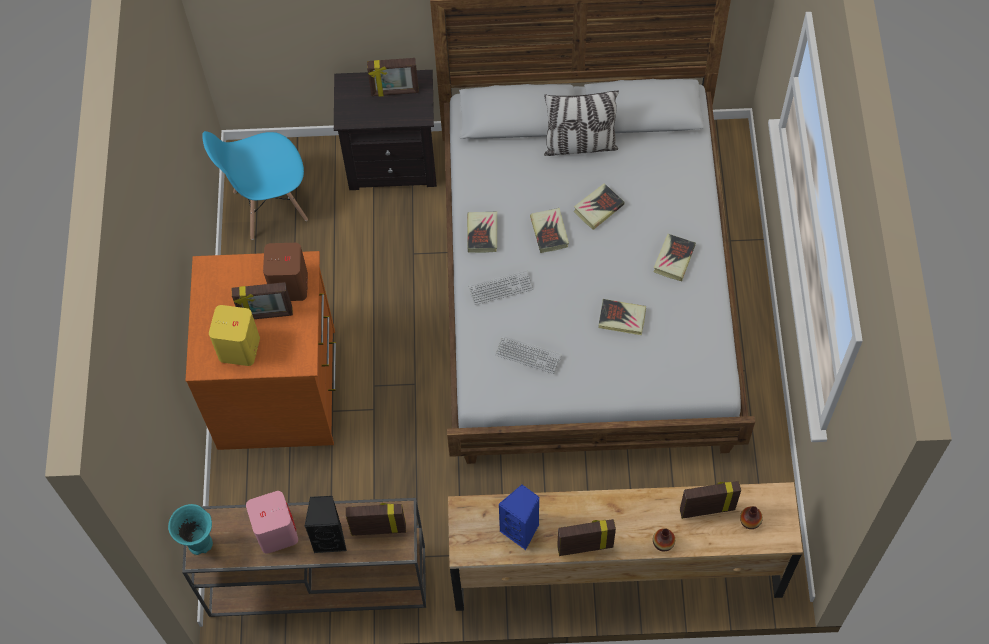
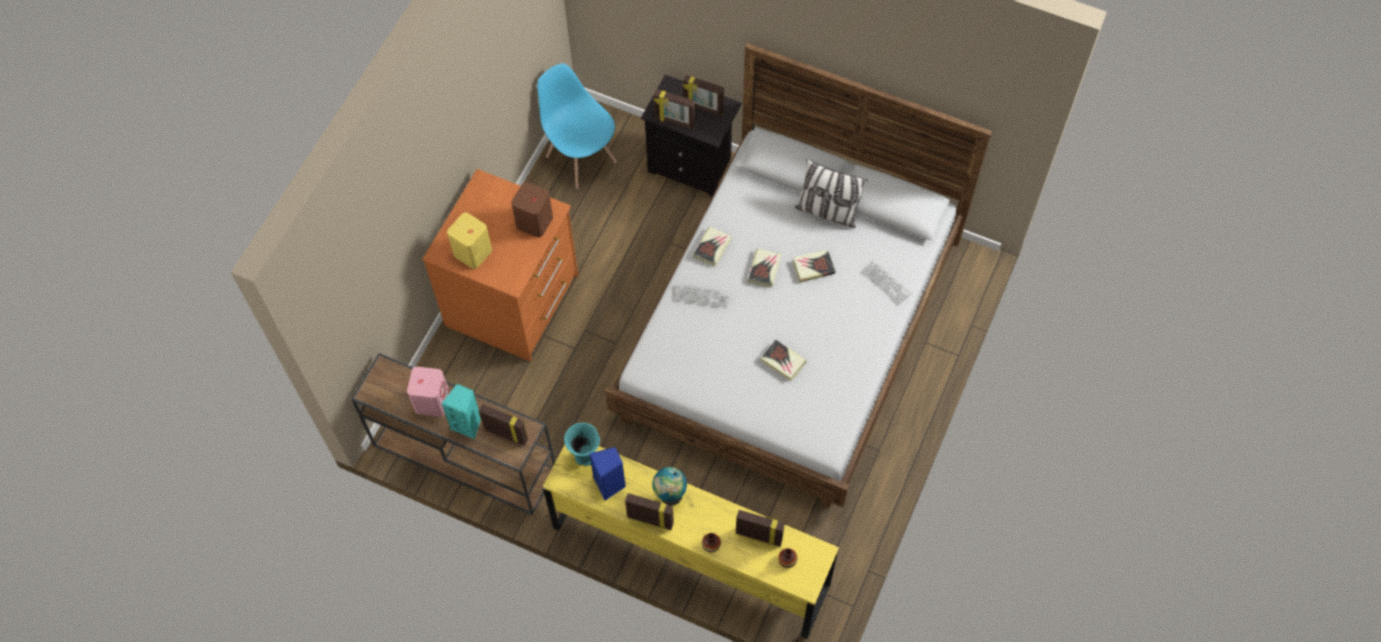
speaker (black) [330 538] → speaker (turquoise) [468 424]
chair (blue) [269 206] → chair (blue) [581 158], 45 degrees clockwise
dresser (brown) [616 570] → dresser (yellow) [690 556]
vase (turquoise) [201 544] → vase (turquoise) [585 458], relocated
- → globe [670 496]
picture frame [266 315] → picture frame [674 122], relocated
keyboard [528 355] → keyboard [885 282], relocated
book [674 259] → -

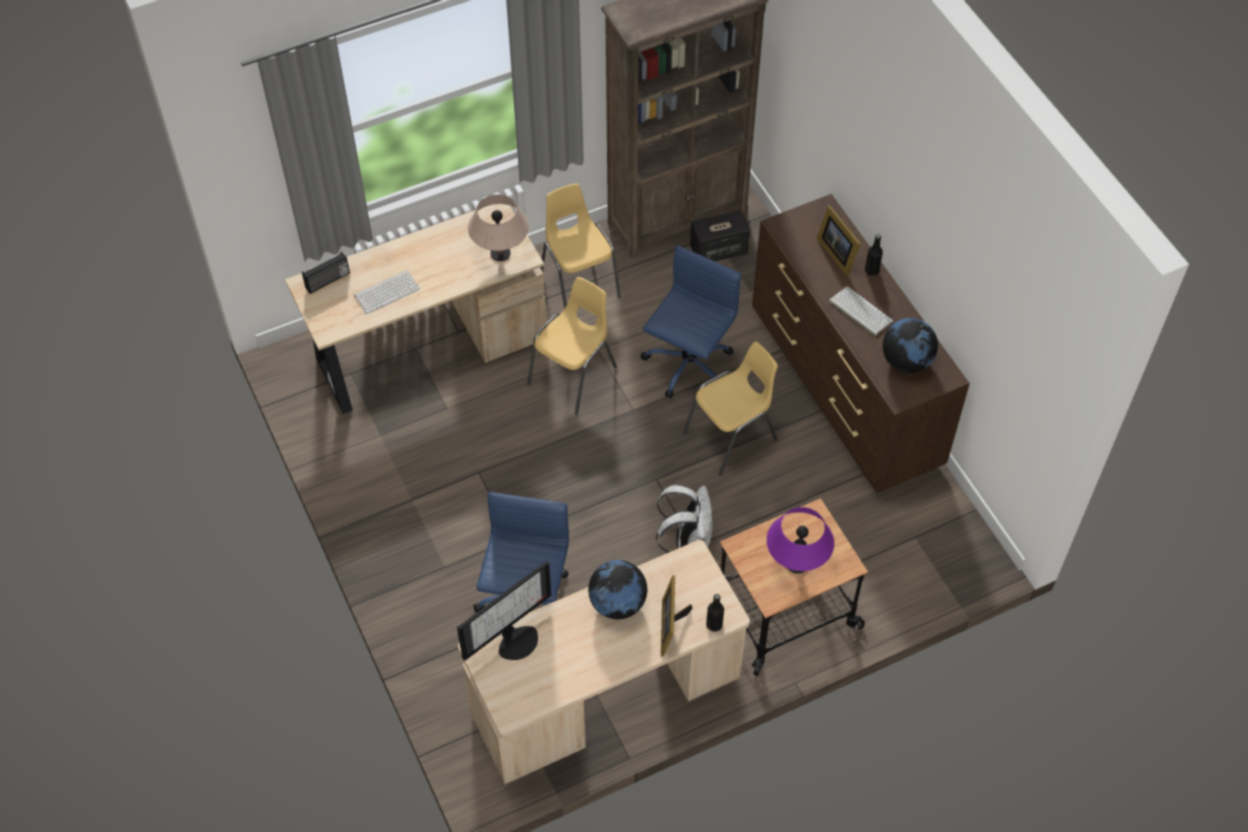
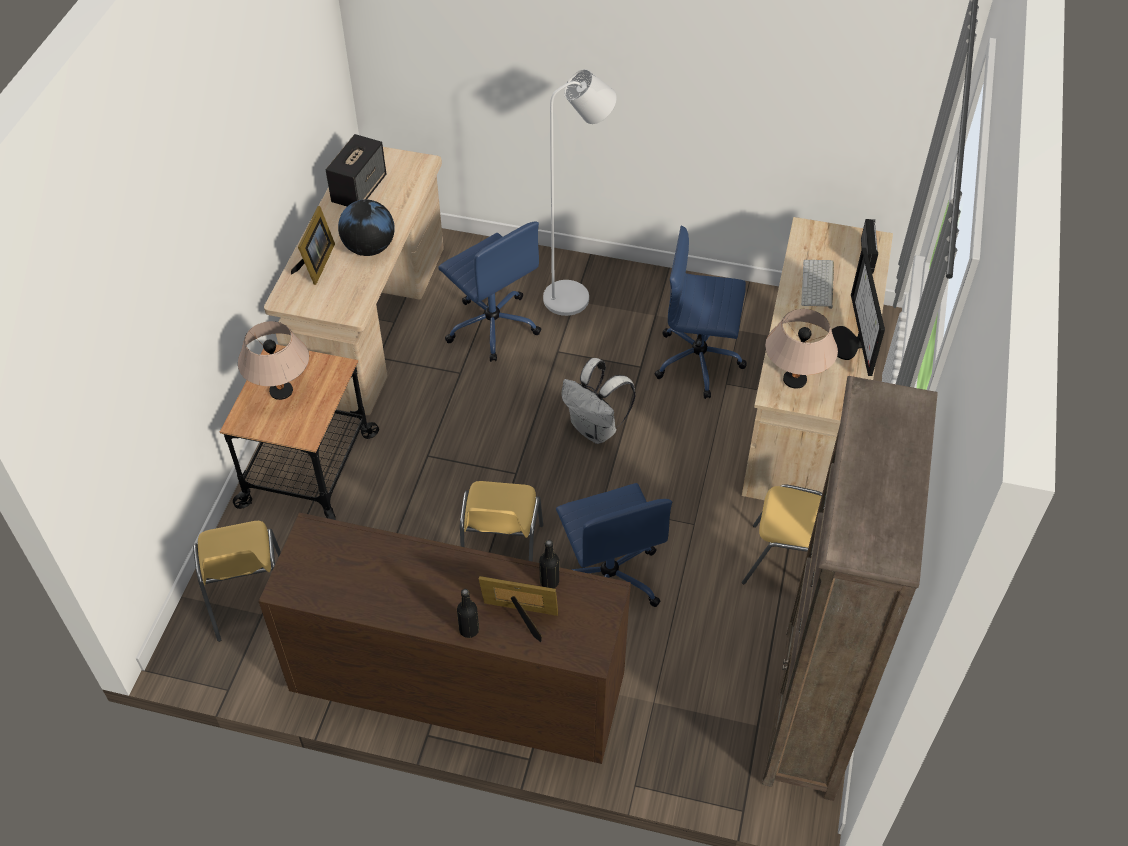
chair (yellow) [574 376] → chair (yellow) [249 599], relocated
table lamp (purple) [796 564] → table lamp (beige) [281 391]
picture frame [671 626] → picture frame [316 264], 60 degrees clockwise
speaker [718 250] → speaker [359 189], relocated
bottle (black) [714 624] → bottle (black) [549 581], relocated
- → floor lamp (white) [575 297]
backpack (white) [687 543] → backpack (white) [596 429], relocated
- → office chair (blue) [699 361]
monitor [516 639] → monitor [847 343], relocated
keyboard [859 311] → -
globe [906 361] → -

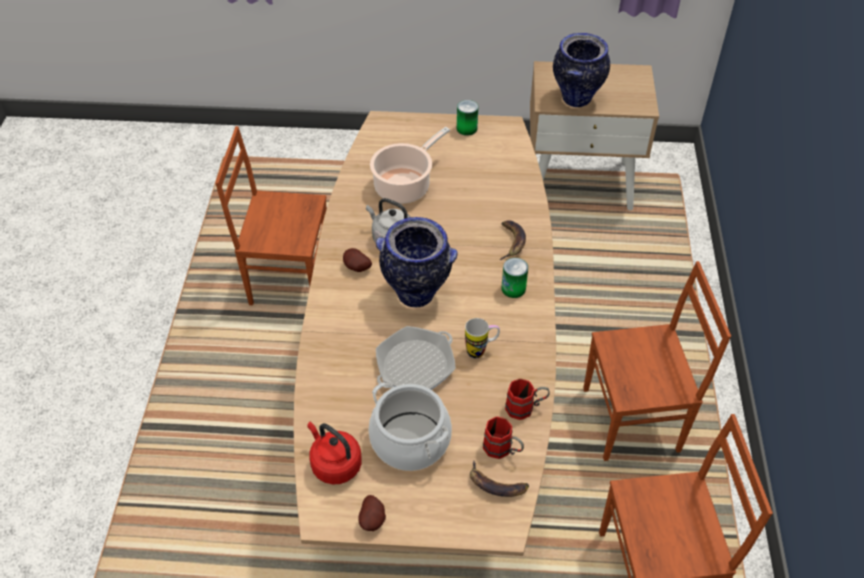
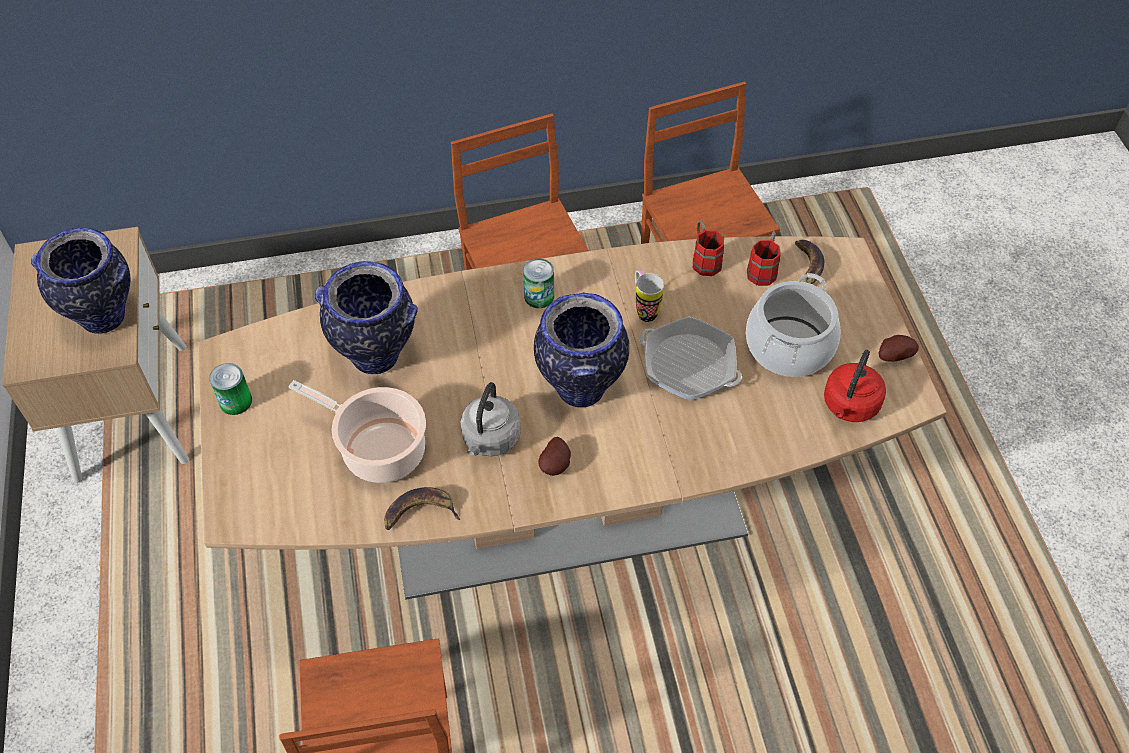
- → vase [377 357]
banana [511 242] → banana [420 511], relocated

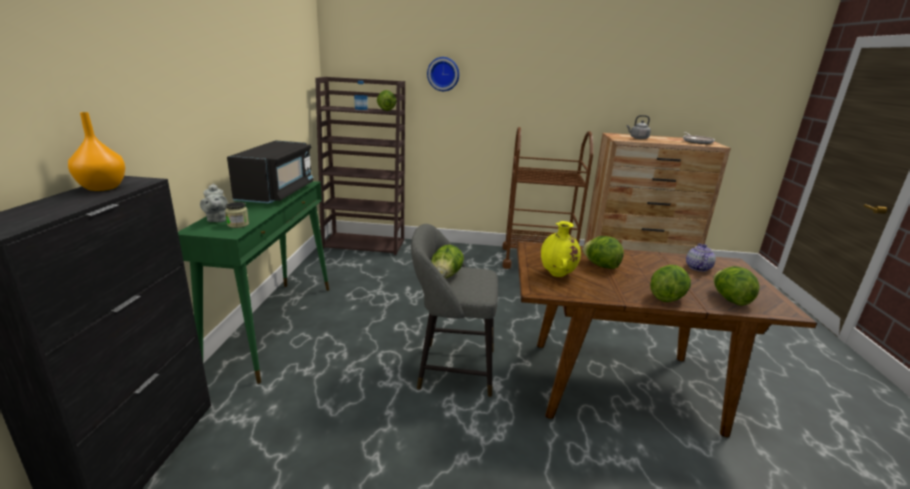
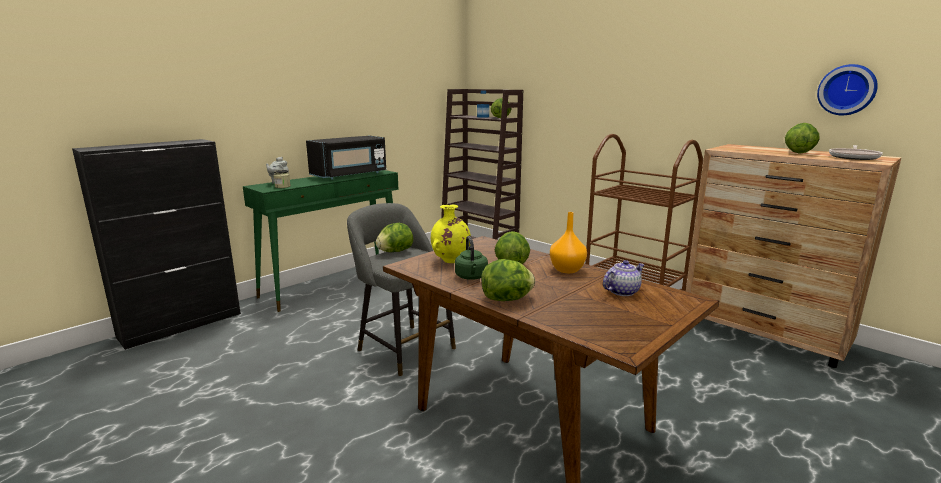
- → kettle (green) [471 277]
vase (orange) [101 188] → vase (orange) [566 270], relocated
lettuce [730 299] → lettuce [798 153], relocated
wall clock [443 74] → wall clock [847 90], relocated
kettle (grey) [638 138] → -

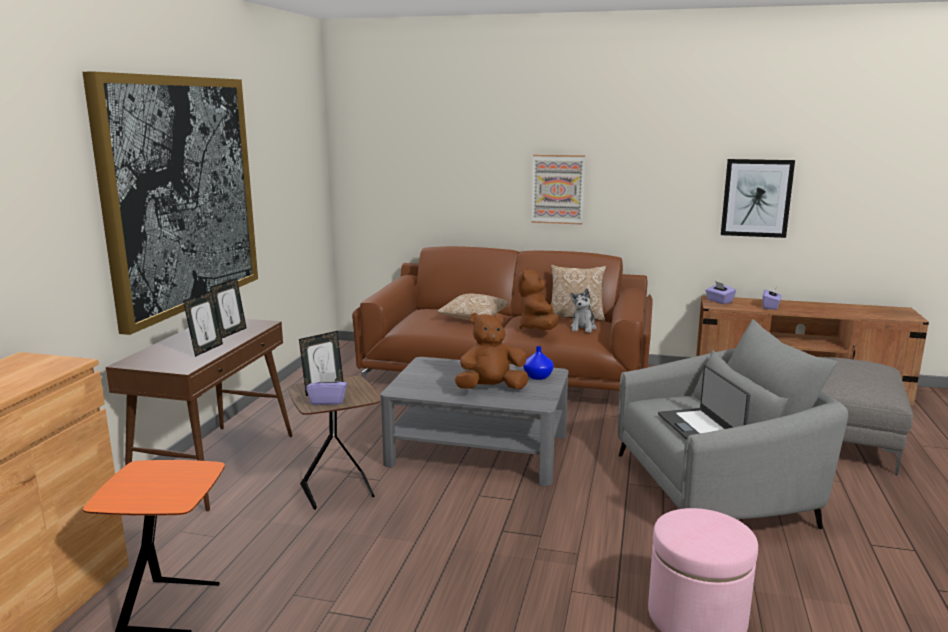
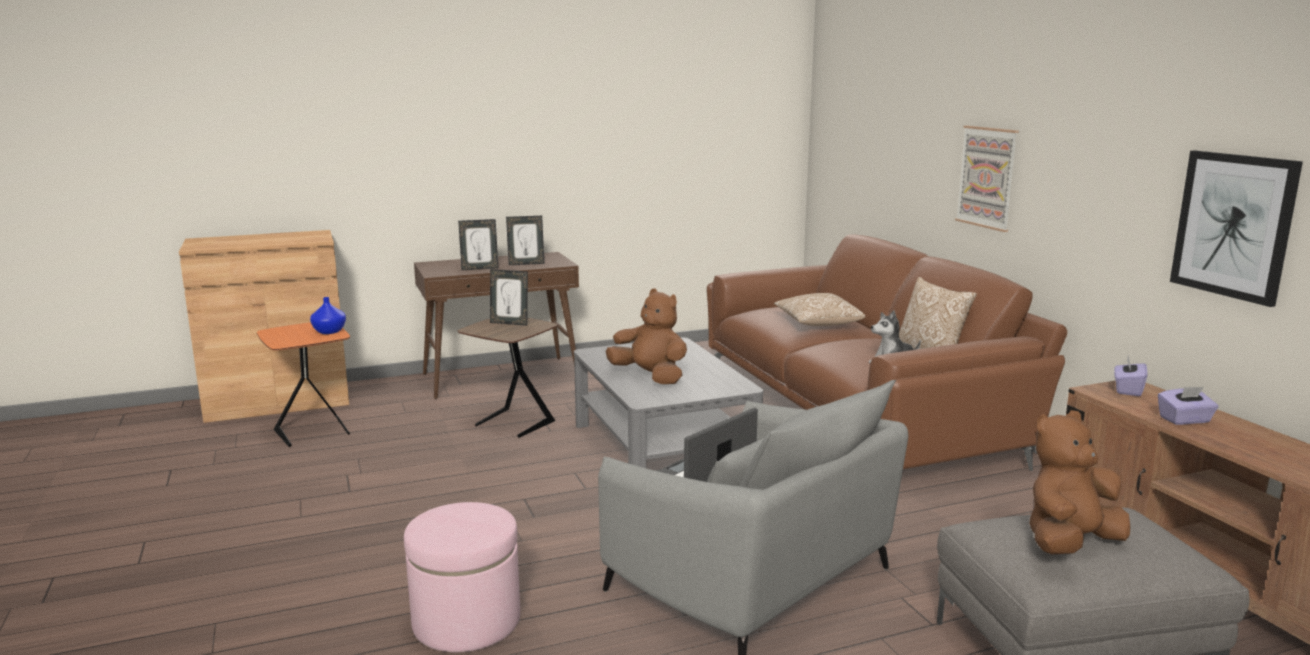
vase (blue) [537 376] → vase (blue) [329 331], relocated
plush toy (brown) [538 328] → plush toy (brown) [1069 543], relocated
picture [181 194] → -
tissue box (purple) [328 401] → -

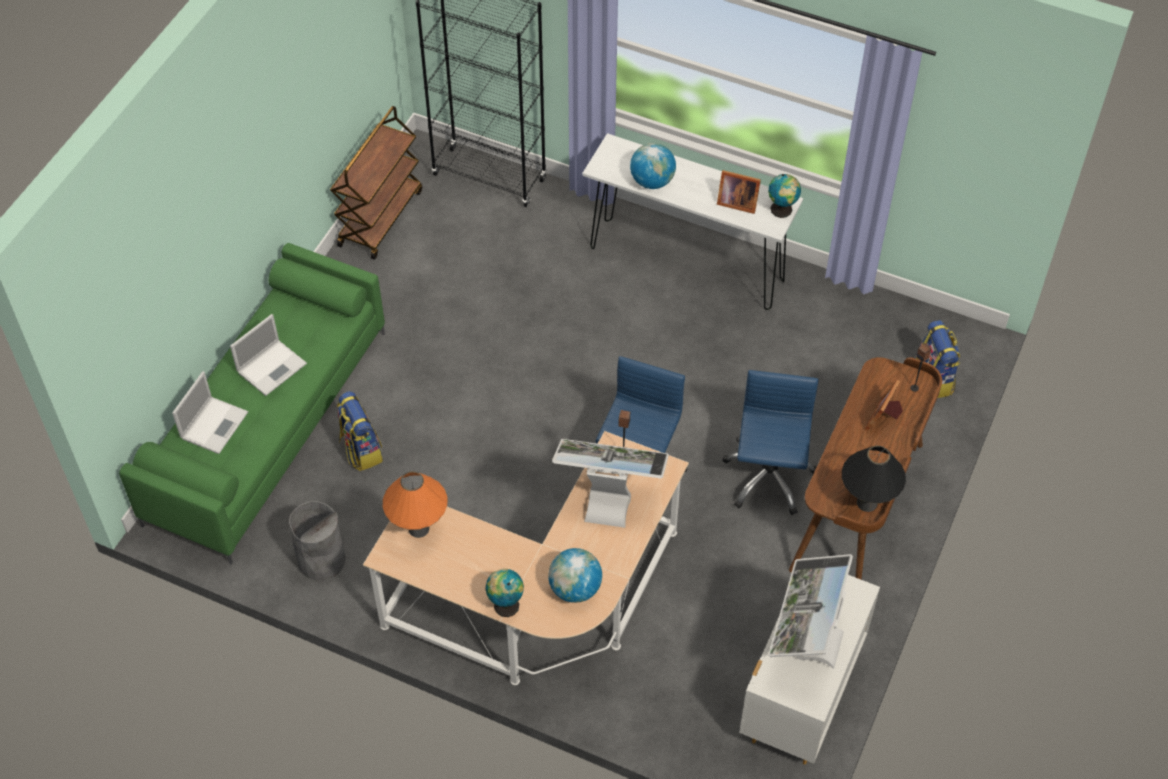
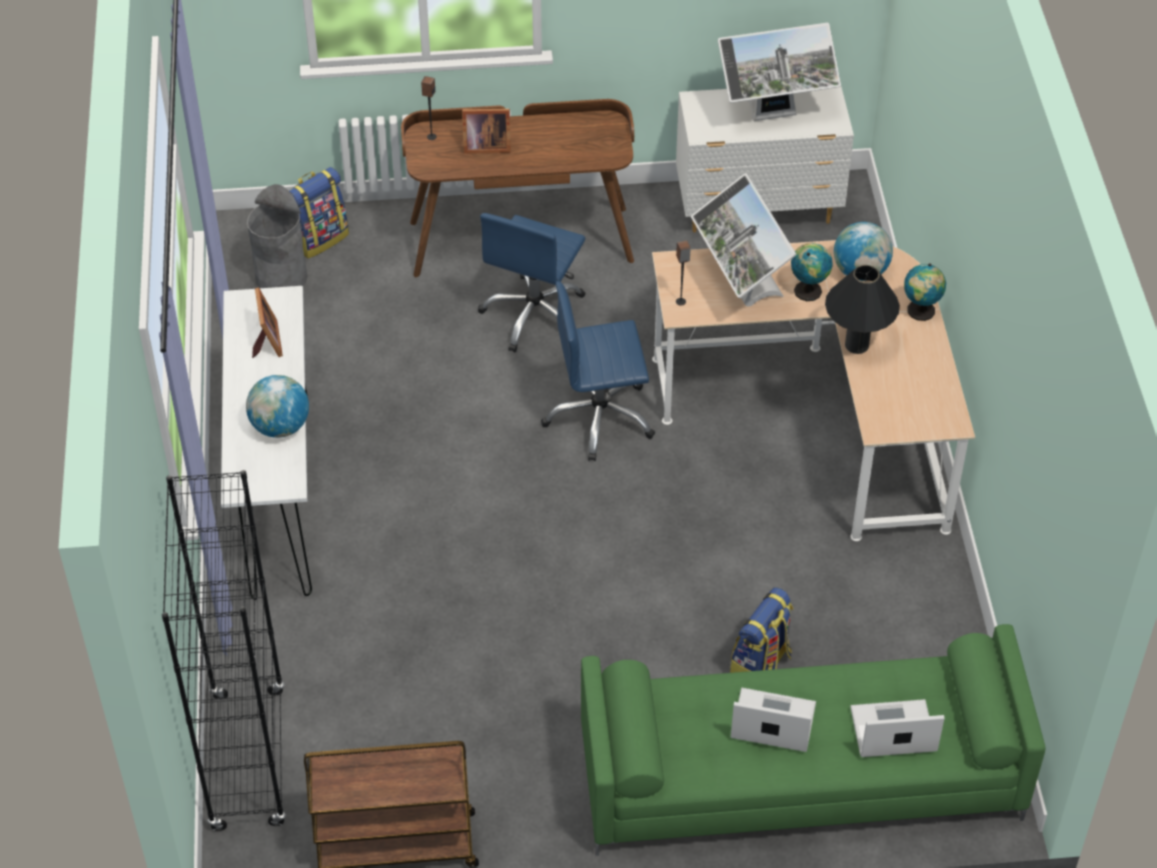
trash can (grey) [321 560] → trash can (grey) [281 277], relocated
office chair (blue) [768 477] → office chair (blue) [535 315], 45 degrees counterclockwise
globe [782 210] → globe [808 290], relocated
table lamp (black) [867 503] → table lamp (black) [856 345], relocated
table lamp (orange) [418 528] → -

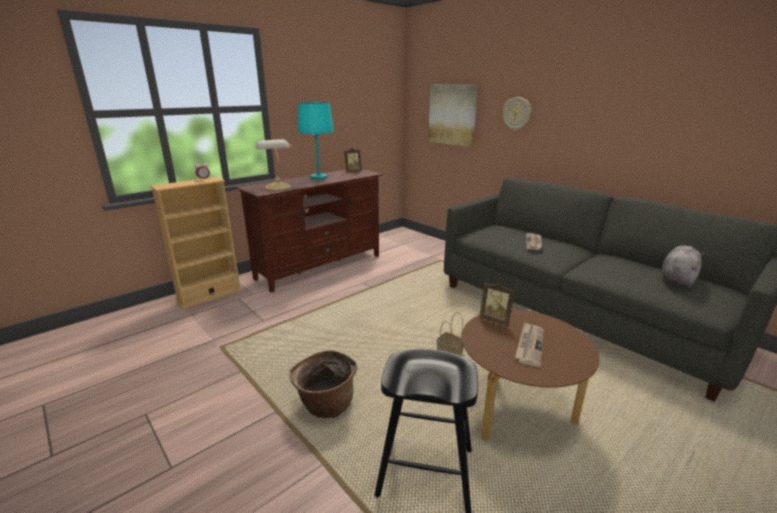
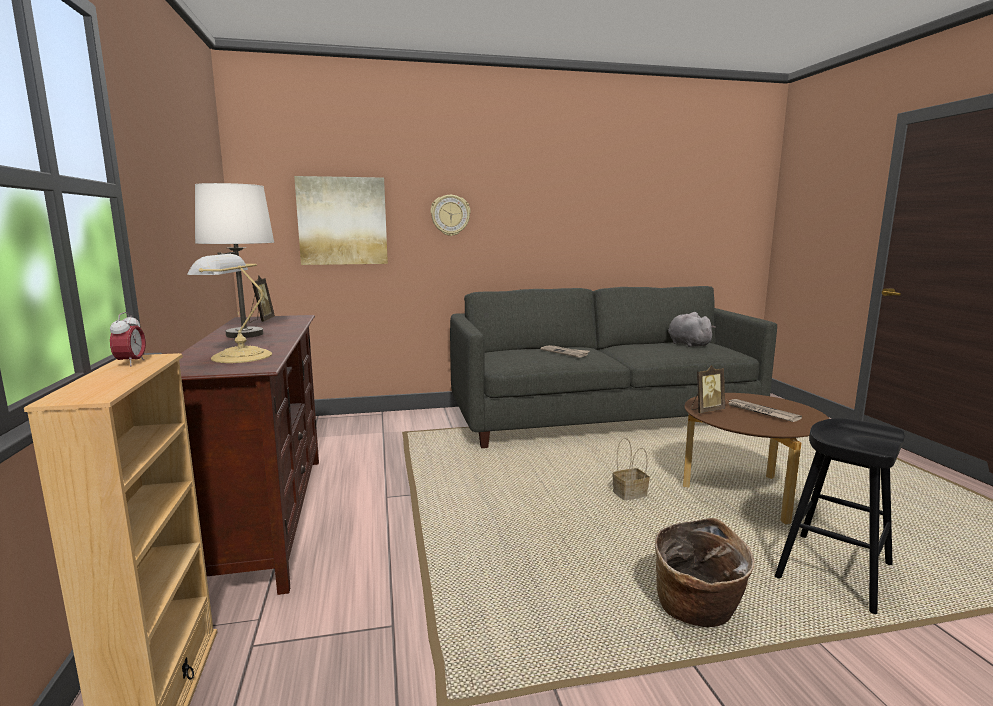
table lamp (turquoise) [319 177] → table lamp (white) [245 334]

